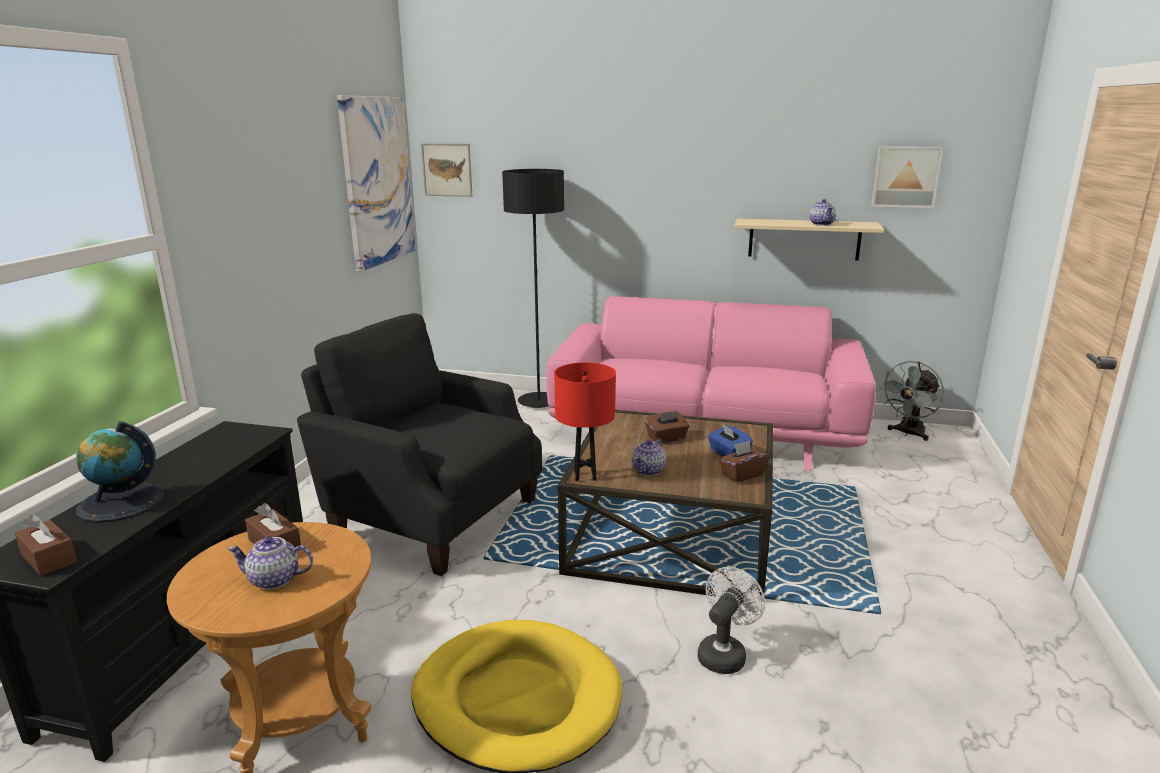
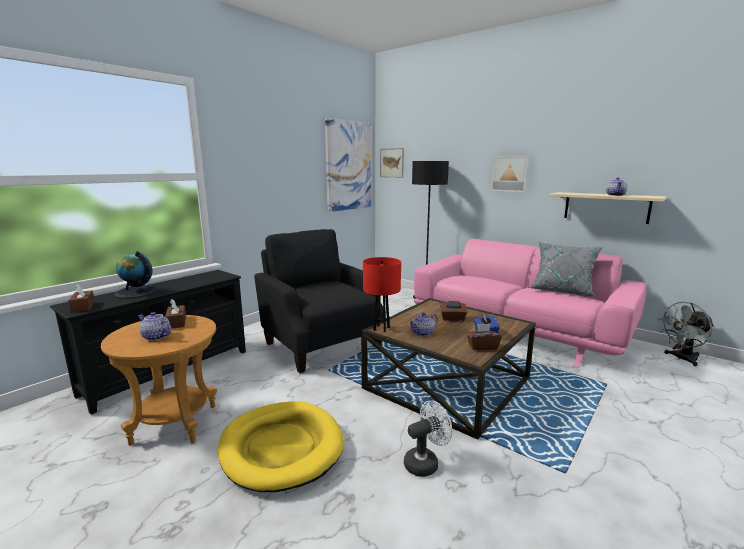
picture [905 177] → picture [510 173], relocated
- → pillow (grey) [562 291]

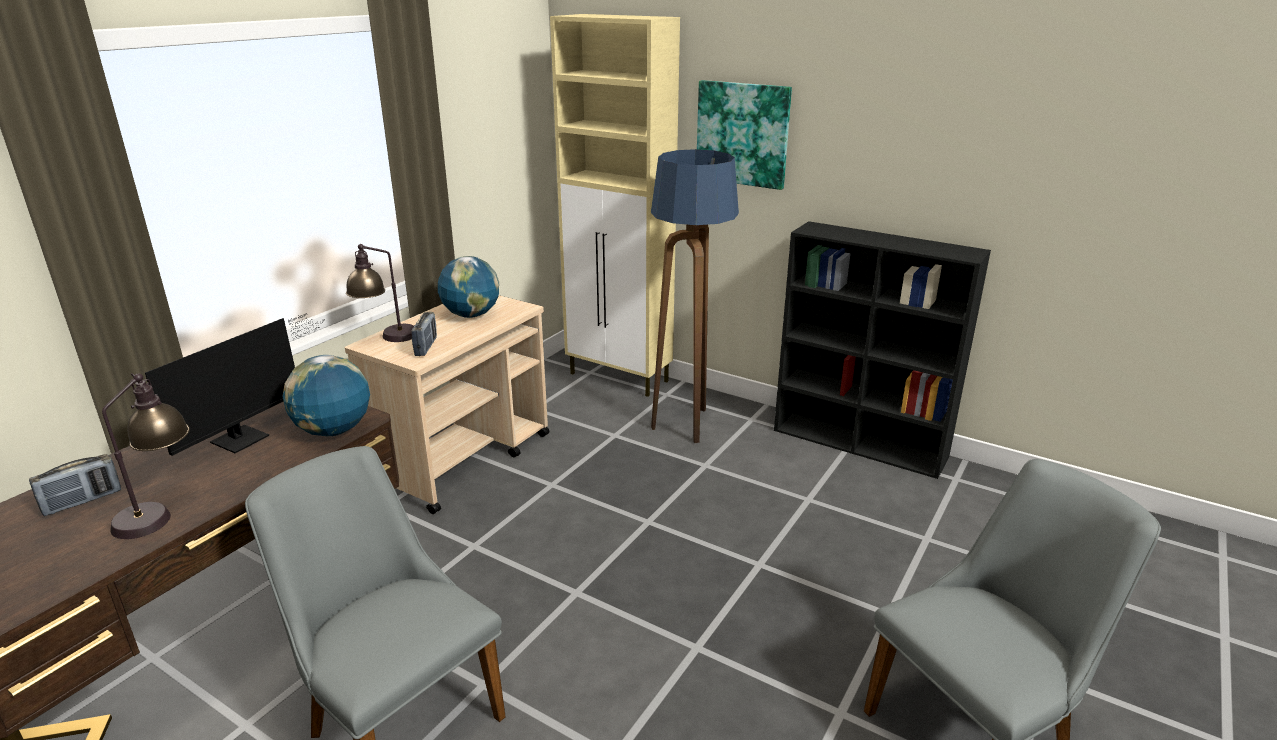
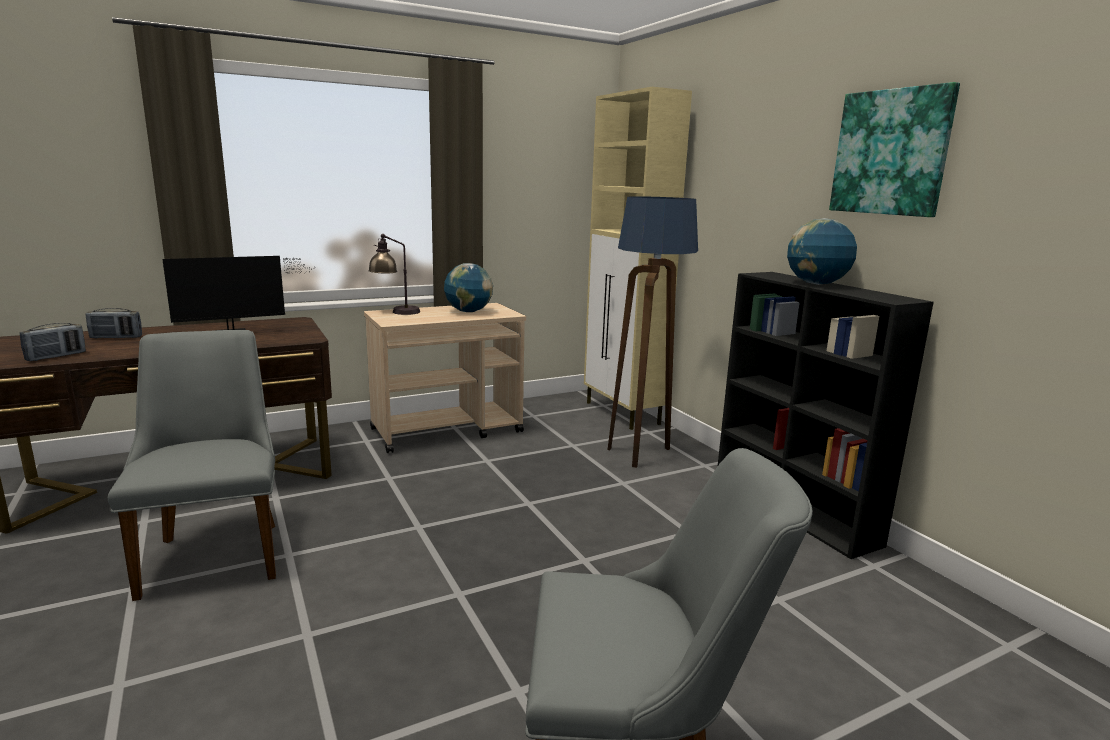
radio [426 347] → radio [56 356], relocated
globe [333 430] → globe [816 284], relocated
picture [743 134] → picture [891 152], relocated
table lamp [160 511] → -

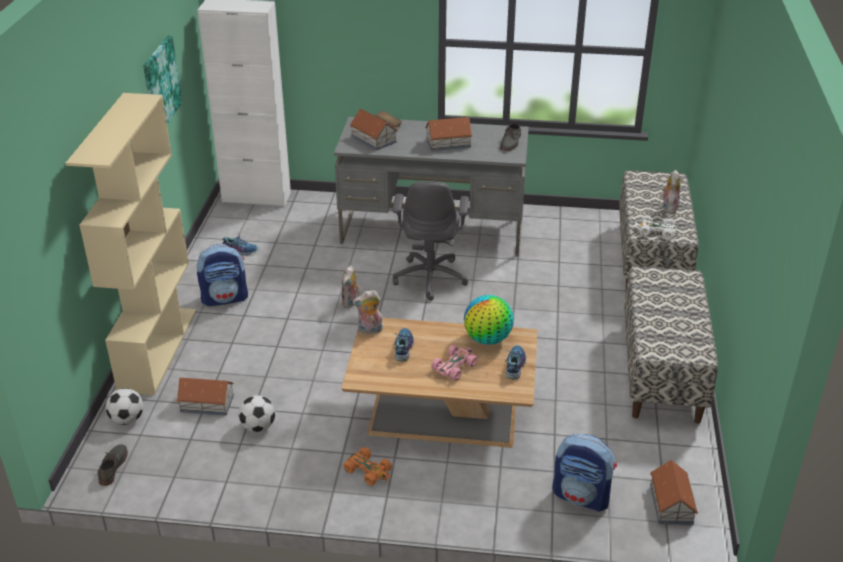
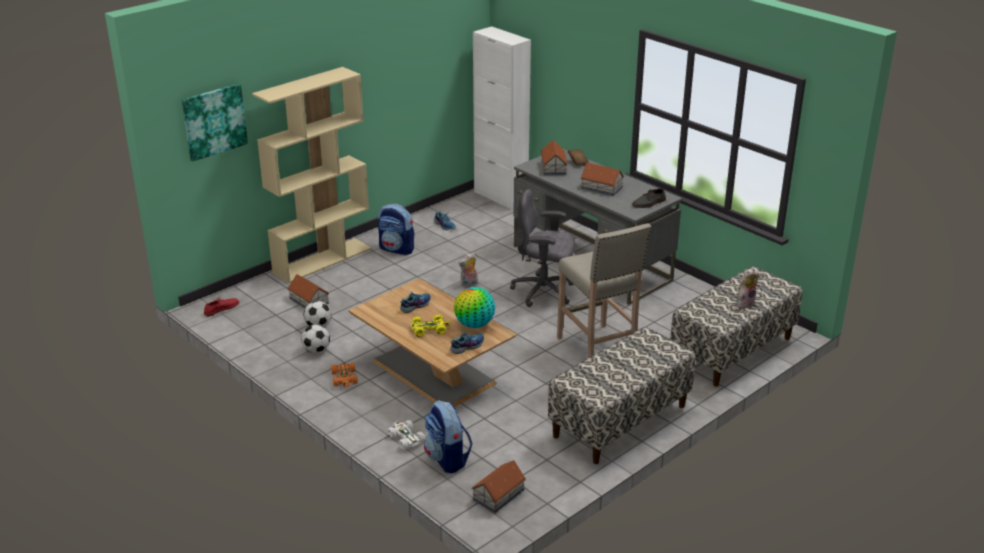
picture [160 84] → picture [214 121], relocated
shoe (grey) [112 466] → shoe (red) [221 308]
football [127 419] → football [316 350], relocated
toy car (white) [655 231] → toy car (white) [405 438], relocated
toy car (pink) [454 366] → toy car (yellow) [429 329]
office chair (grey) [430 277] → office chair (grey) [544 292], 60 degrees clockwise
- → stool (beige) [597 349]
plush toy [369 330] → -

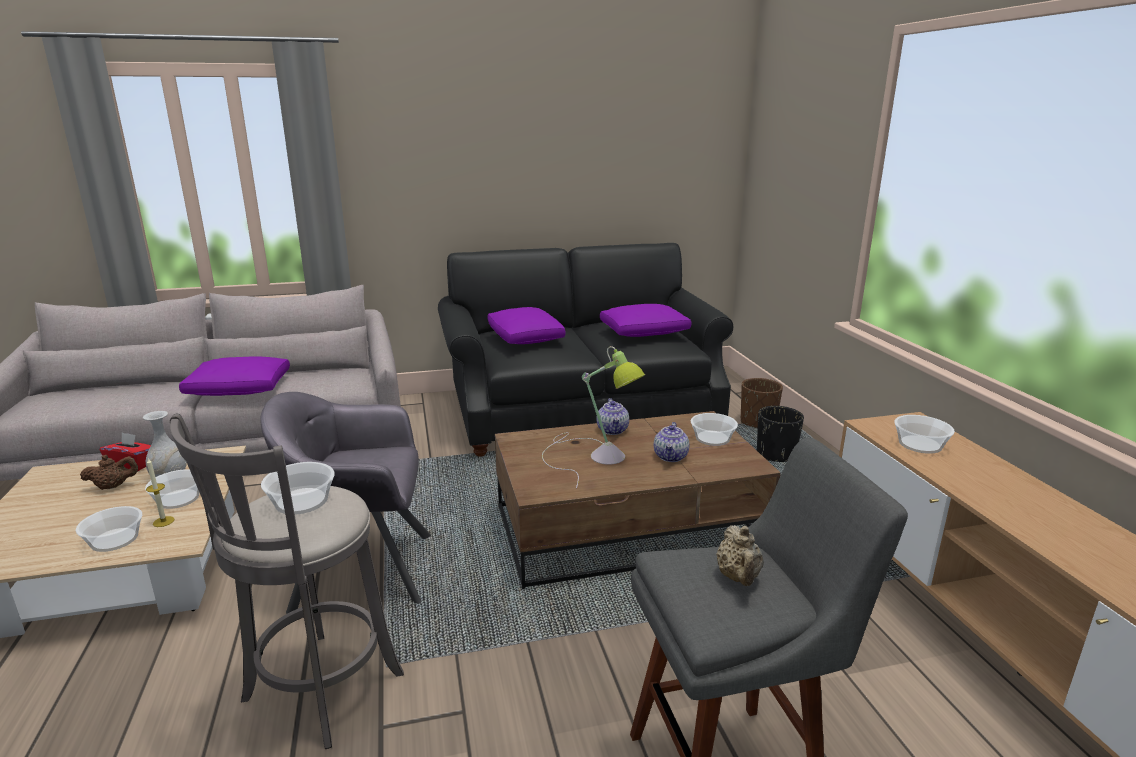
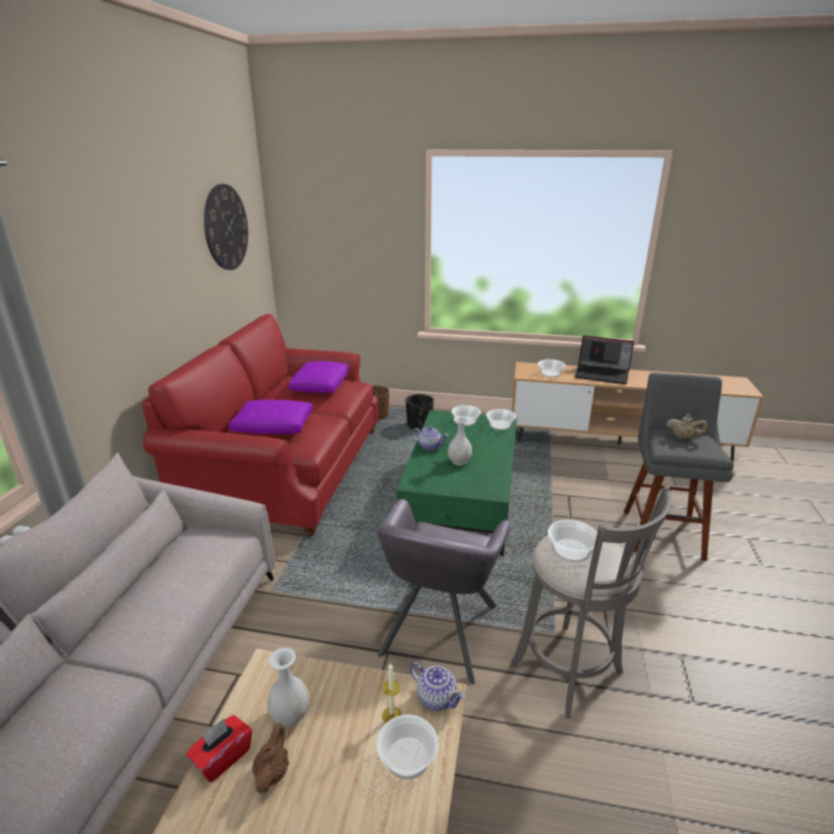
sofa (black) [582 411] → sofa (red) [287 469]
- → wall clock [226 227]
coffee table (brown) [628 527] → coffee table (green) [461 498]
teapot [671 457] → teapot [437 698], relocated
table lamp [593 455] → vase (white) [459 461]
bowl [177 499] → bowl [500 425], relocated
- → laptop [602 374]
pillow (purple) [240 389] → -

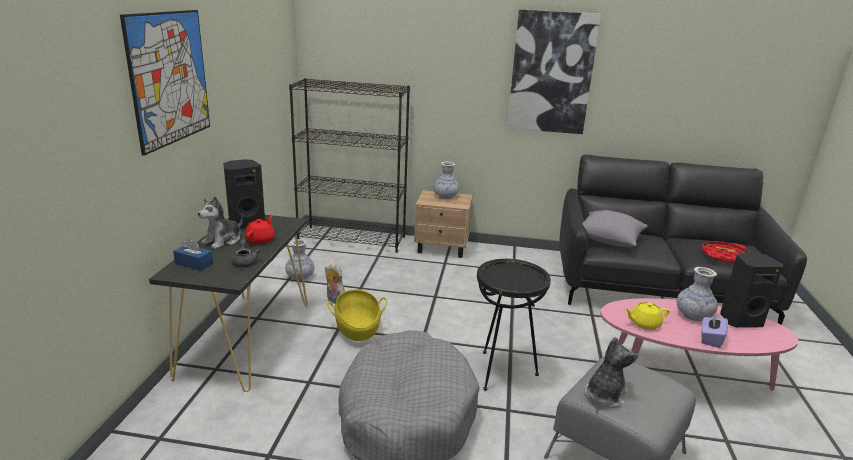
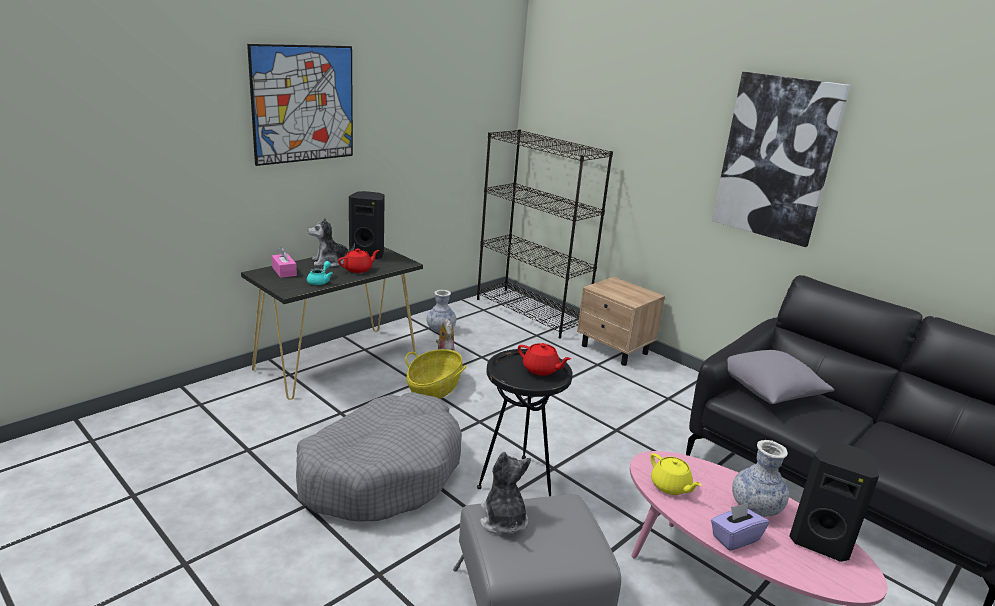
tissue box (blue) [194 263] → tissue box (pink) [284 271]
teapot (grey) [245 261] → teapot (turquoise) [320 281]
plush toy [605 395] → plush toy [503 520], 90 degrees counterclockwise
- → teapot (red) [541 370]
teapot (yellow) [644 324] → teapot (yellow) [670 486], 150 degrees counterclockwise
vase [445 197] → -
tray (red) [724 256] → -

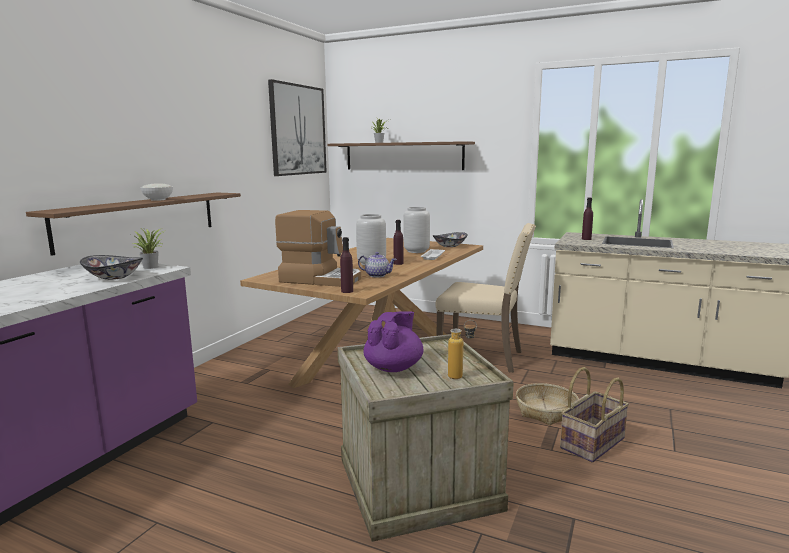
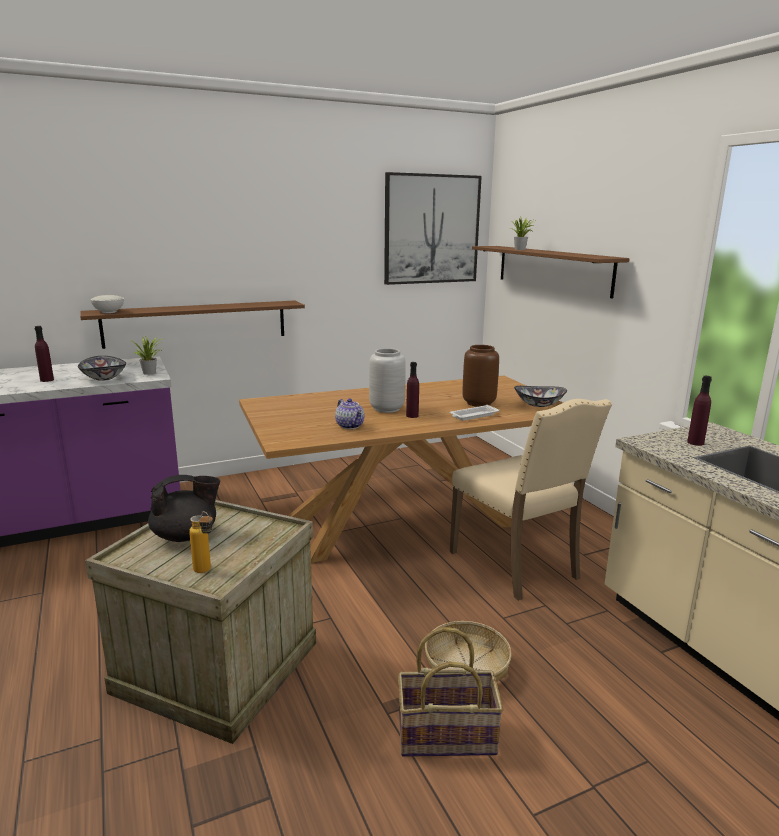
bottle (purple) [347 291] → bottle (purple) [47 380], relocated
bowl (white) [157 200] → bowl (white) [108 312], relocated
teapot (purple) [394 367] → teapot (black) [186 536]
vase (grey) [417 251] → vase (brown) [479 403]
coffee machine [321 279] → -

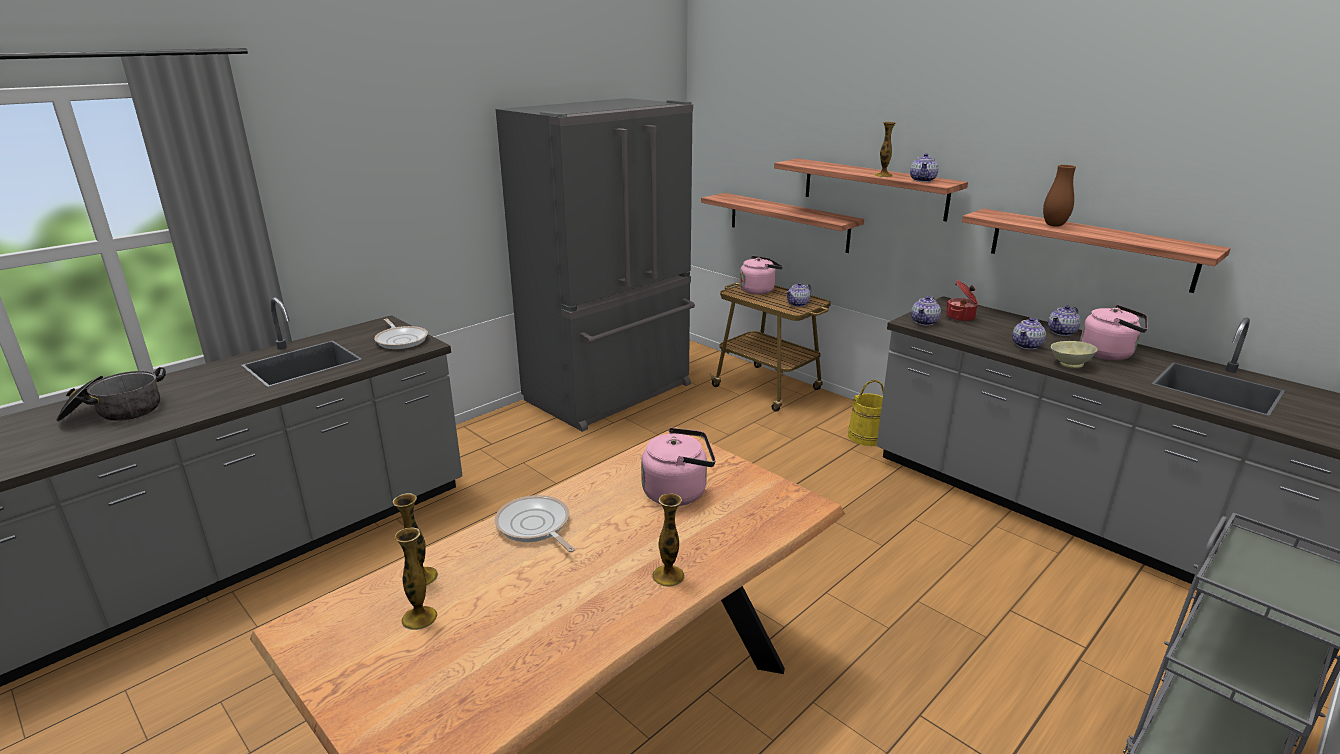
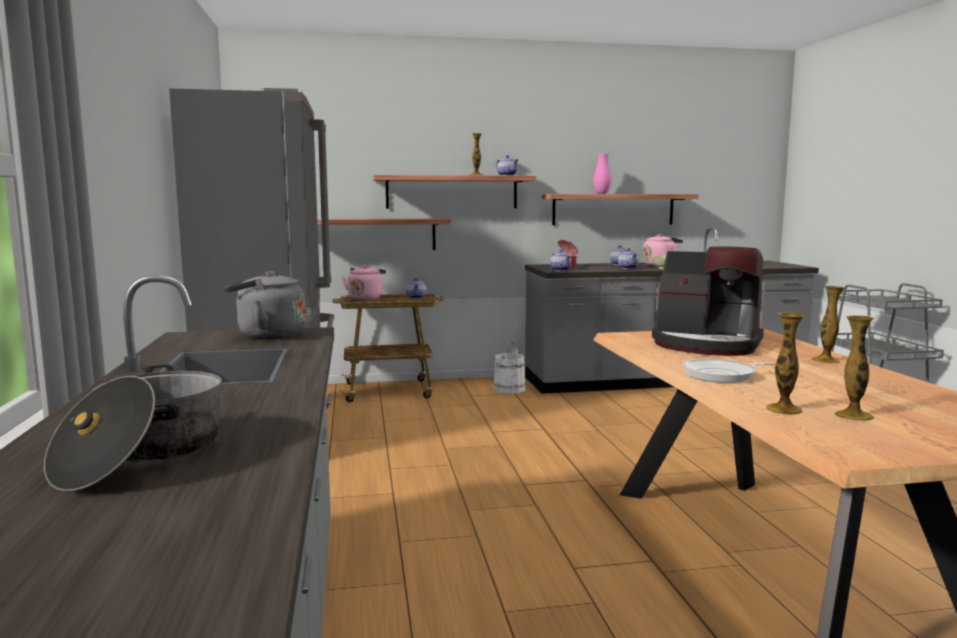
frying pan [401 340] → kettle (grey) [267 335]
bucket (yellow) [867 436] → bucket (white) [509 389]
vase (brown) [1054 225] → vase (pink) [602 193]
kettle (pink) [678 492] → coffee machine [706 344]

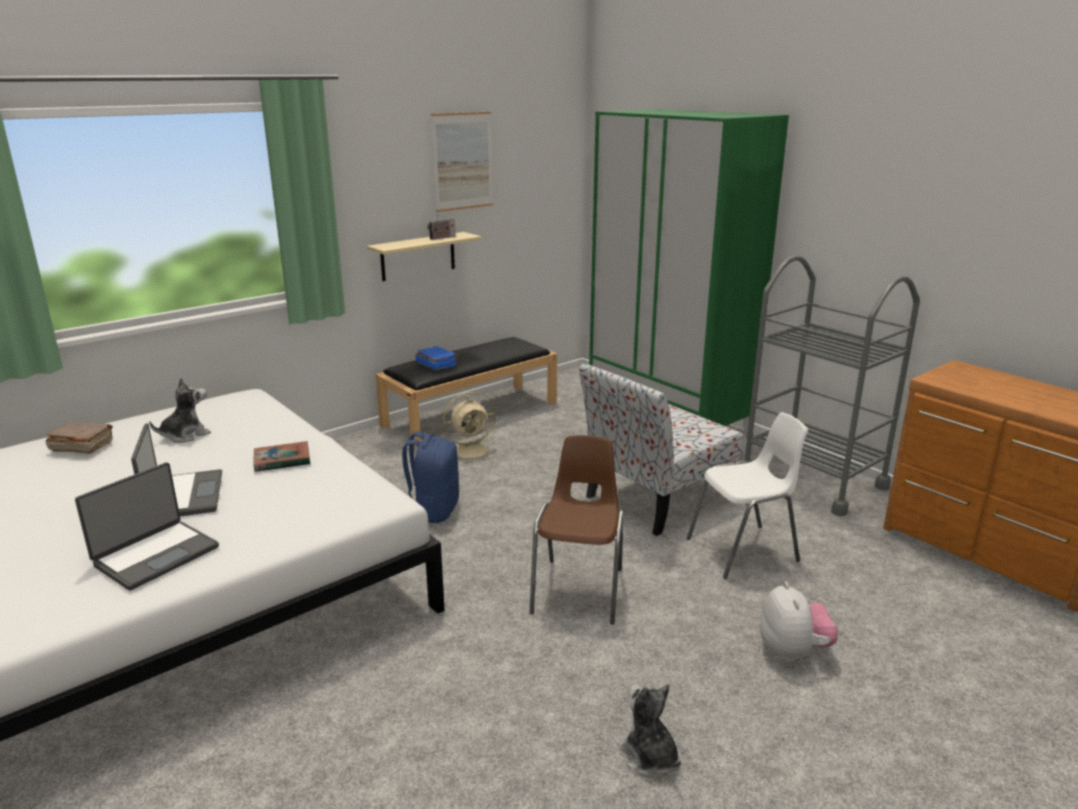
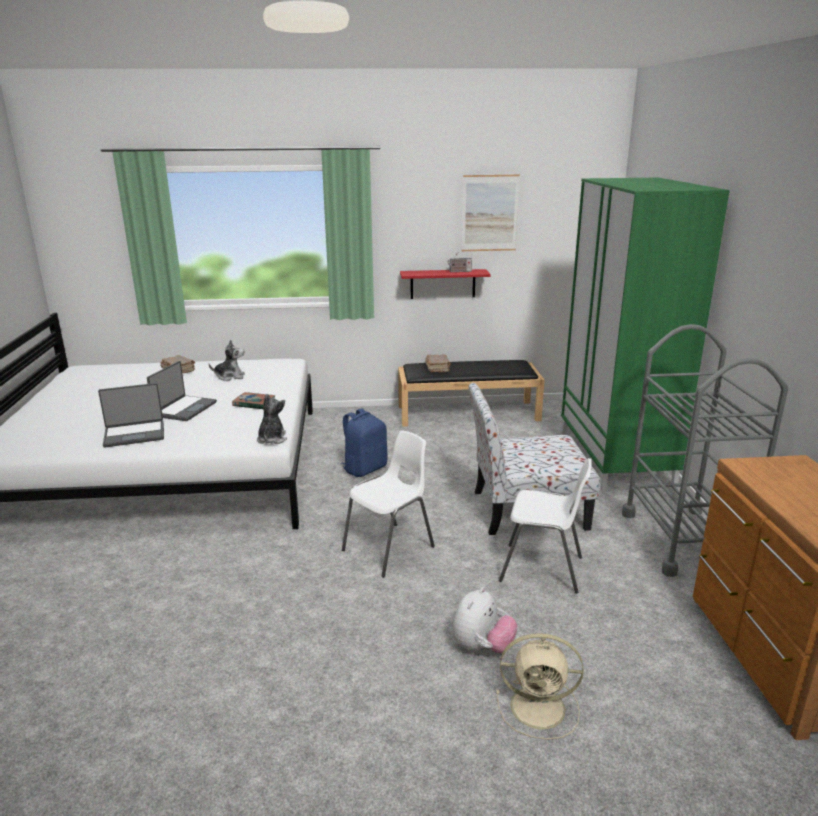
plush toy [649 757] → plush toy [271 439], relocated
chair (brown) [579 590] → chair (white) [390 549]
shelf (beige) [418 256] → shelf (red) [442 284]
book (blue) [436 365] → book (brown) [437 369]
fan (beige) [472 450] → fan (beige) [540 708], relocated

